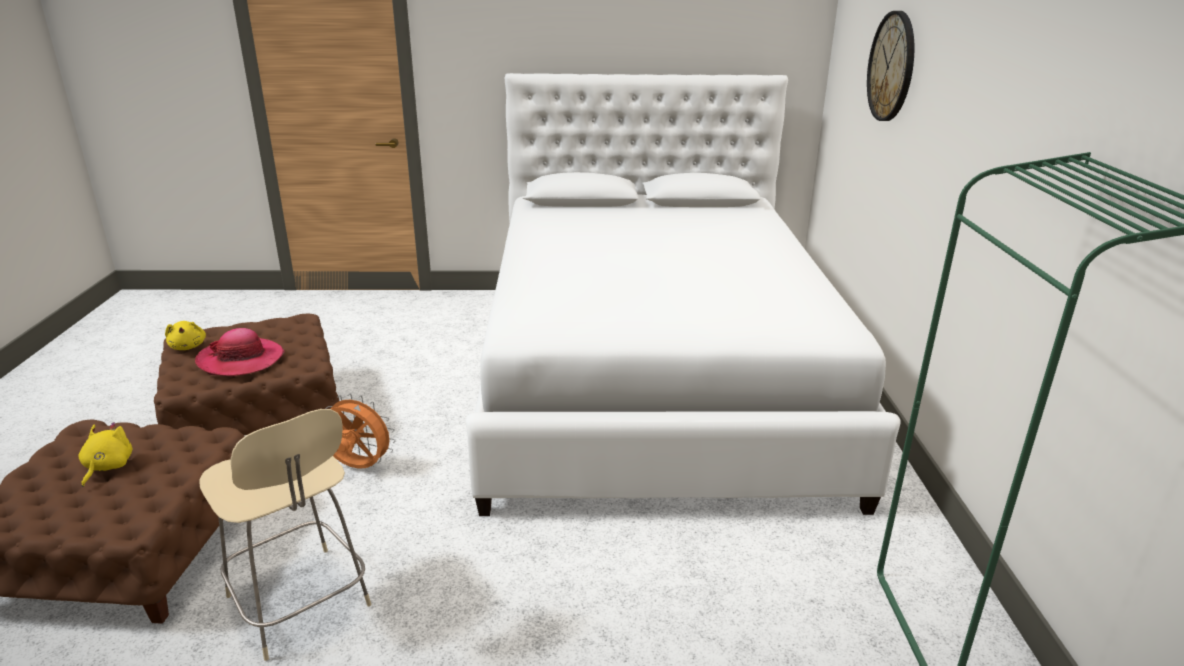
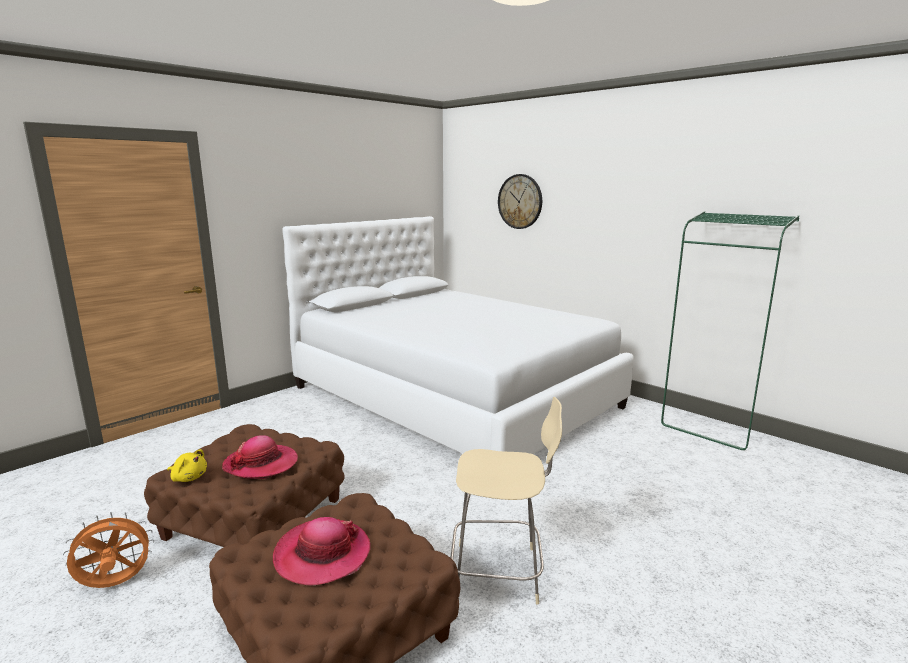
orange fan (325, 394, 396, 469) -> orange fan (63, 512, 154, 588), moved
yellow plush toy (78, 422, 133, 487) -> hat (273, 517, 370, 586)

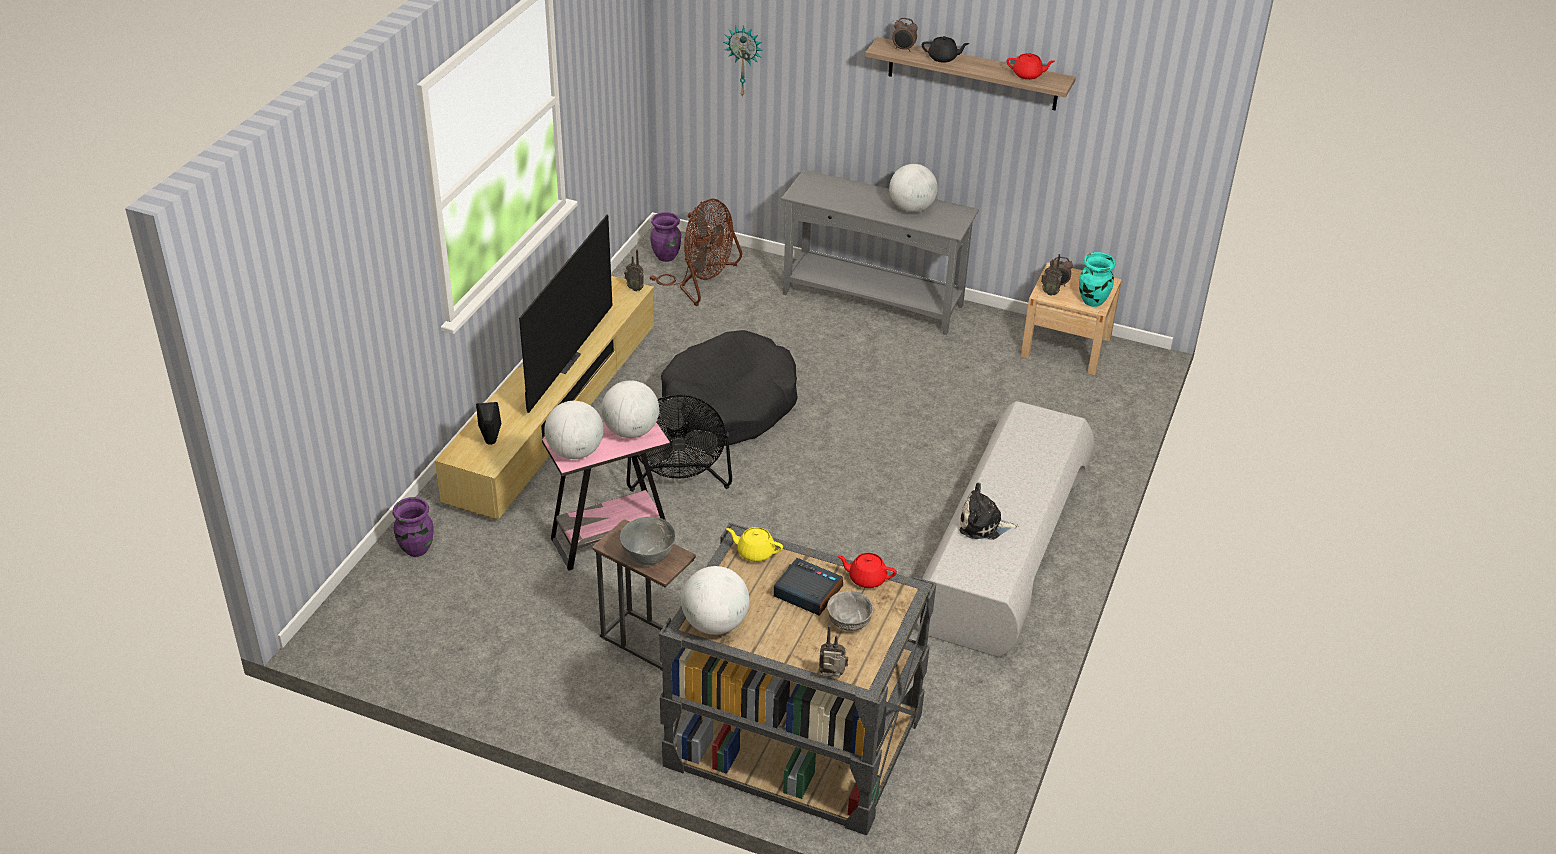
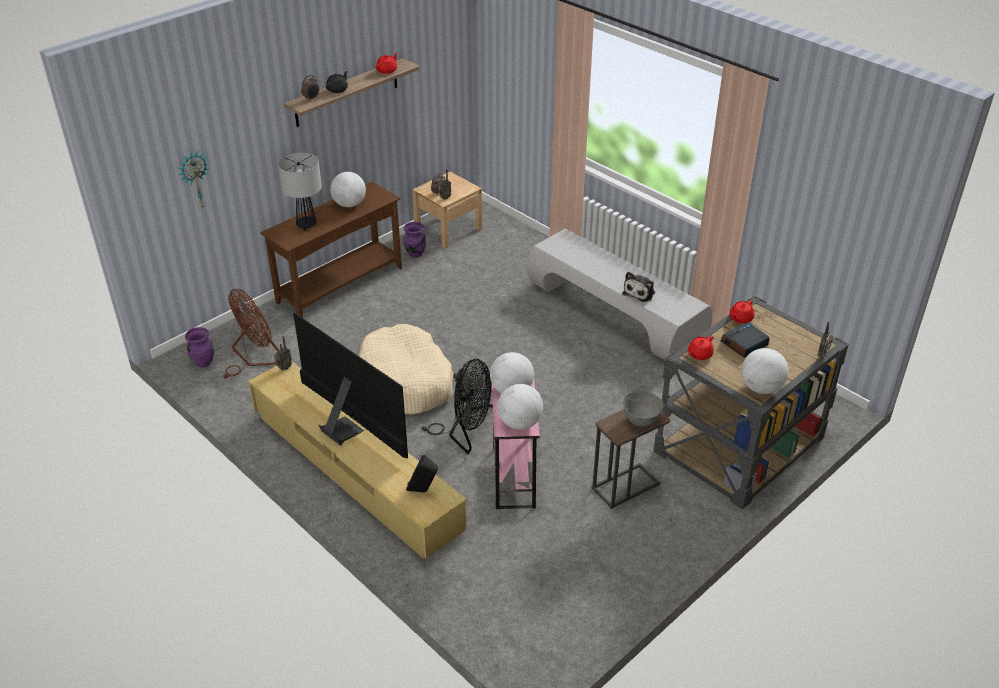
grey console table (781, 170, 979, 335) -> brown console table (260, 182, 402, 318)
none -> table lamp (278, 153, 322, 230)
black dog bed (661, 330, 798, 446) -> beige dog bed (359, 324, 453, 415)
purple vase (393, 497, 433, 557) -> purple vase (404, 222, 426, 258), moved
yellow teapot (726, 527, 783, 562) -> red teapot (688, 336, 714, 360)
grey bowl (827, 591, 873, 631) -> none
turquoise vase (1079, 252, 1116, 307) -> none

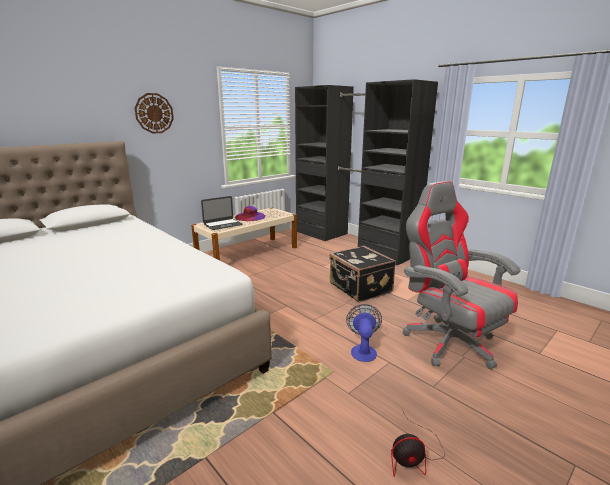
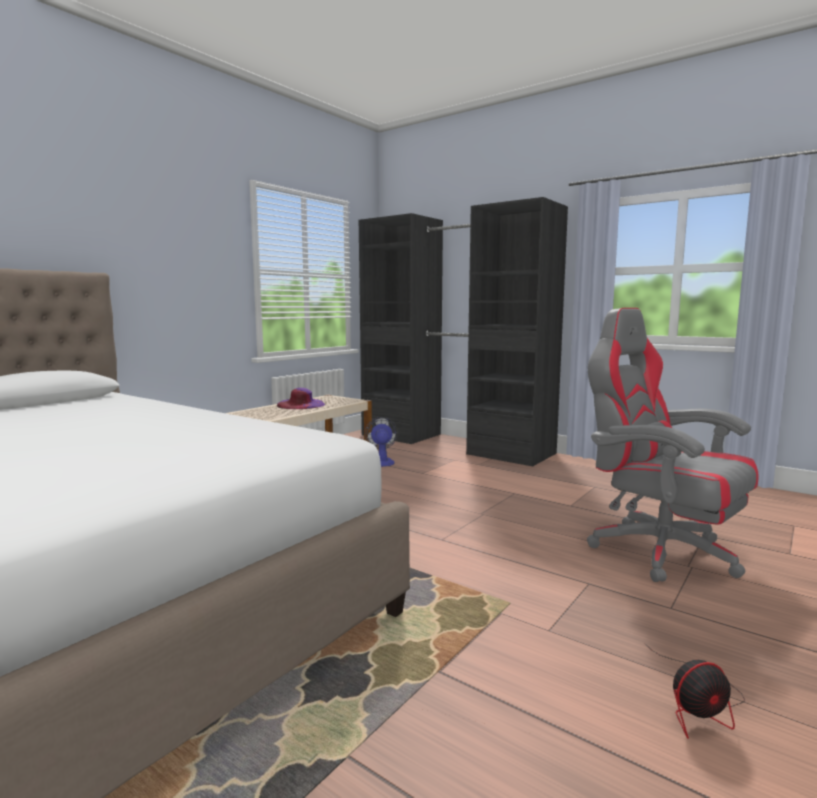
fan (346, 304, 382, 362) -> fan (365, 417, 398, 467), moved
wall clock (135, 93, 174, 134) -> none
laptop (201, 196, 243, 230) -> none
black suitcase (329, 246, 396, 302) -> none

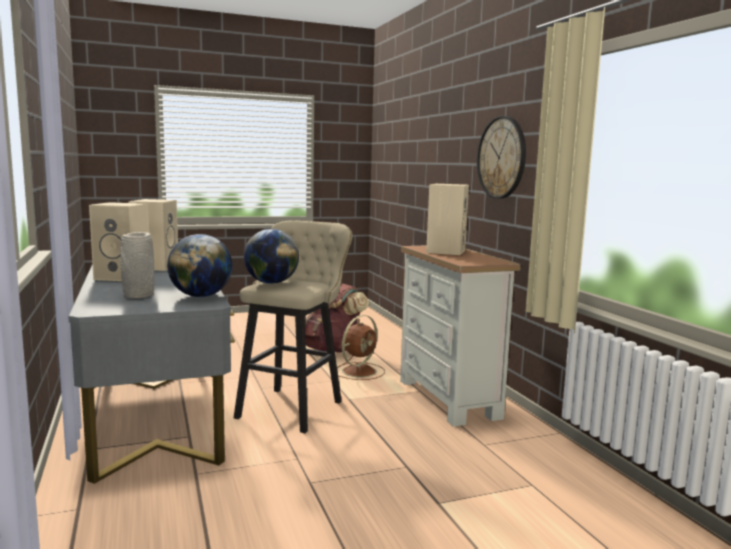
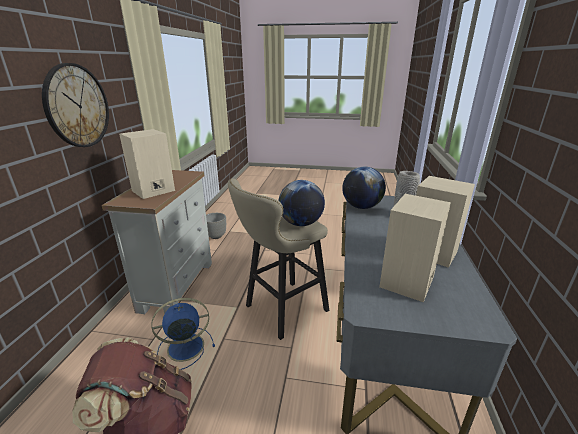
brown fan (337, 315, 385, 380) -> blue fan (151, 298, 215, 370)
none -> grey planter (206, 213, 226, 239)

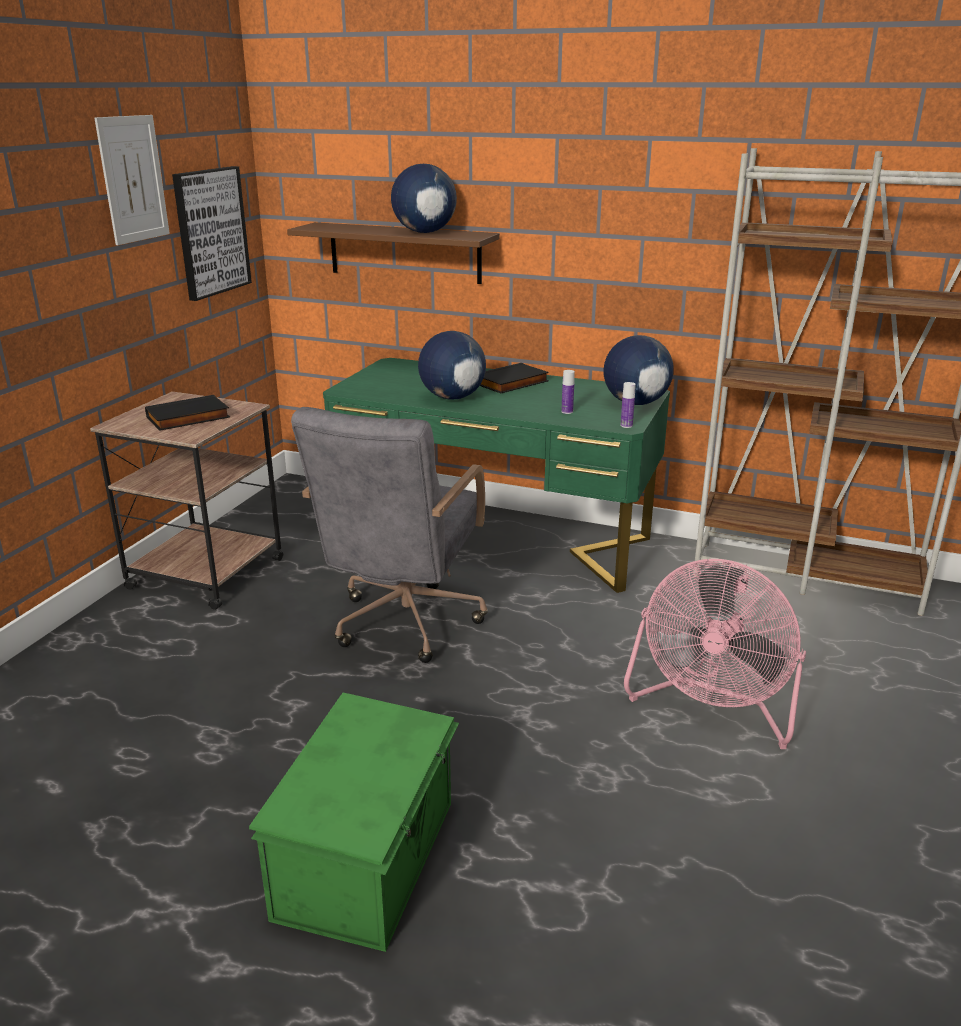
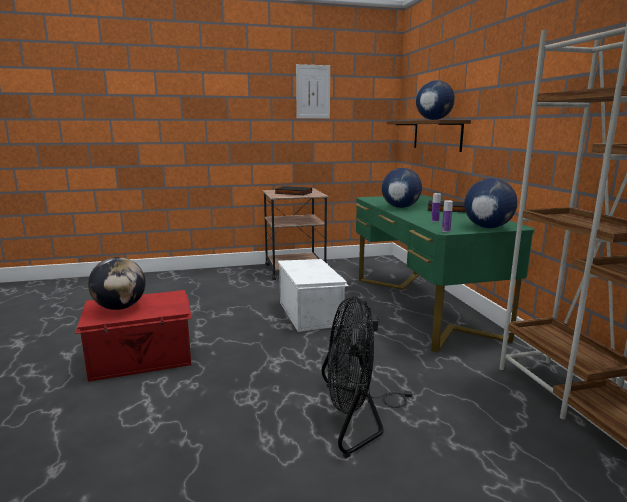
green storage box (249, 693, 459, 952) -> red storage box (75, 290, 192, 382)
none -> globe (88, 257, 146, 310)
grey office chair (291, 407, 488, 663) -> white storage box (278, 259, 349, 332)
pink fan (624, 559, 806, 749) -> black fan (322, 296, 414, 458)
picture (172, 166, 252, 301) -> none

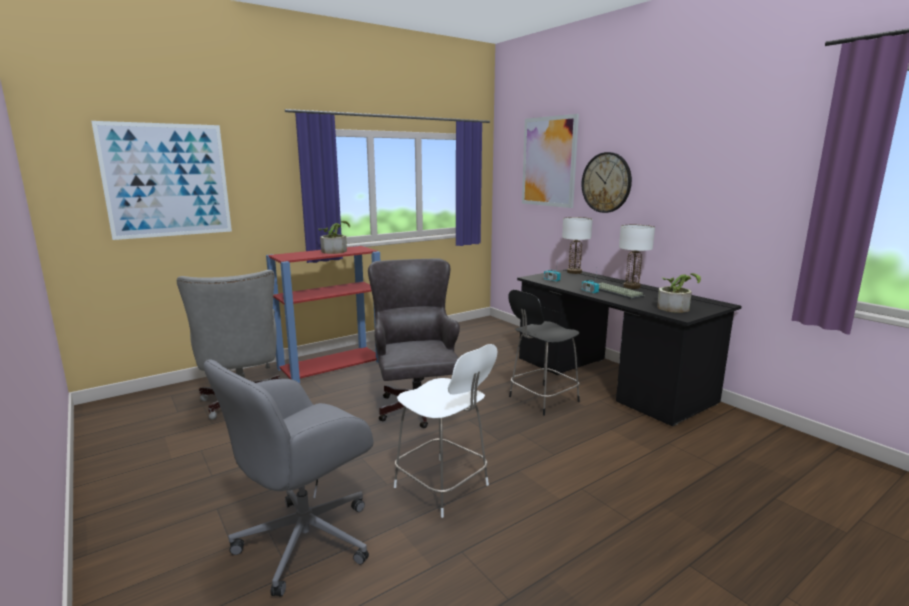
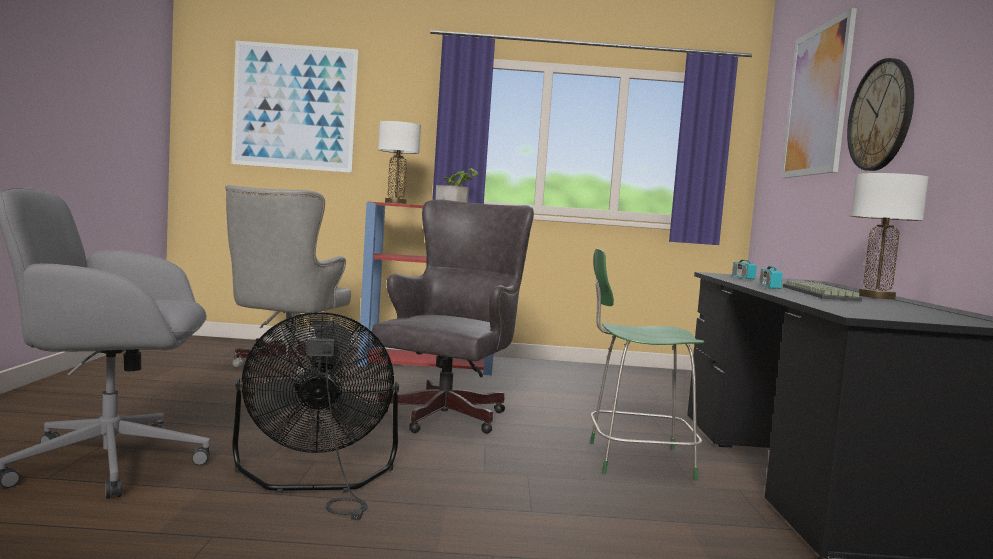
white chair (394, 344, 497, 518) -> black fan (232, 312, 399, 520)
table lamp (562, 217, 593, 274) -> table lamp (378, 121, 421, 204), moved
black chair (508, 290, 580, 416) -> green chair (590, 248, 704, 480)
potted plant (657, 273, 701, 313) -> none

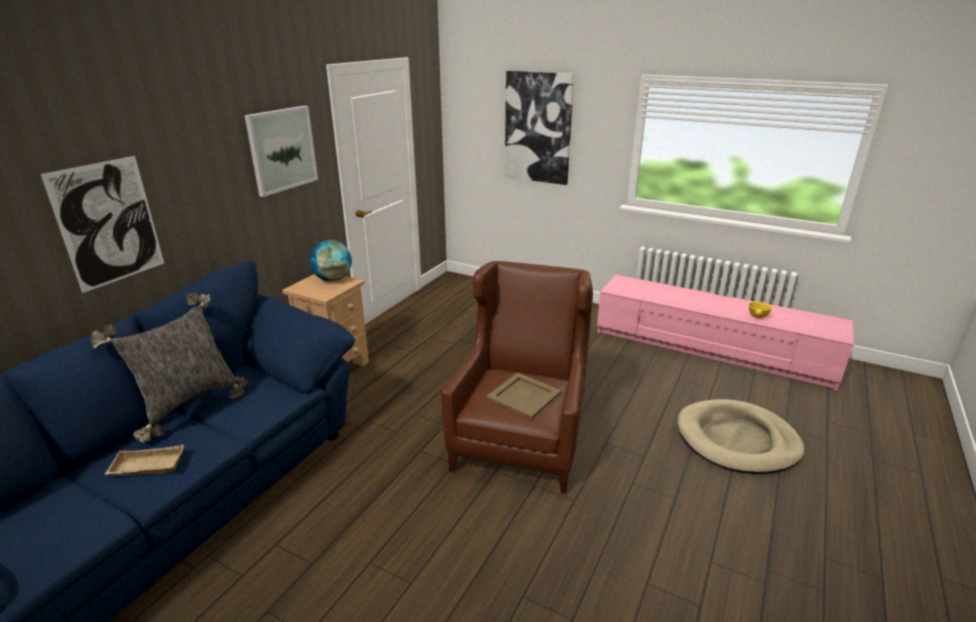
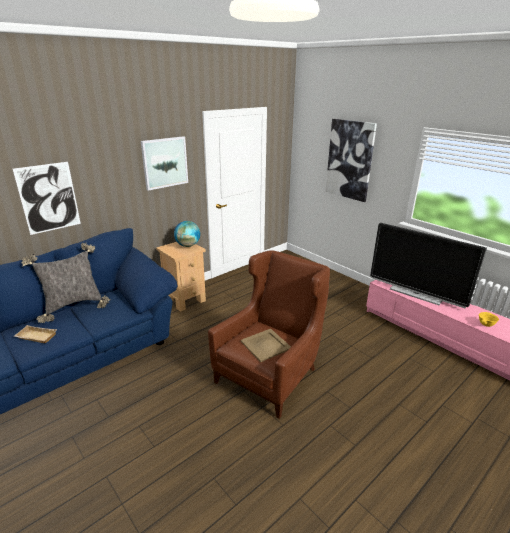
none -> television (370, 223, 487, 308)
beige dog bed (677, 399, 805, 474) -> none

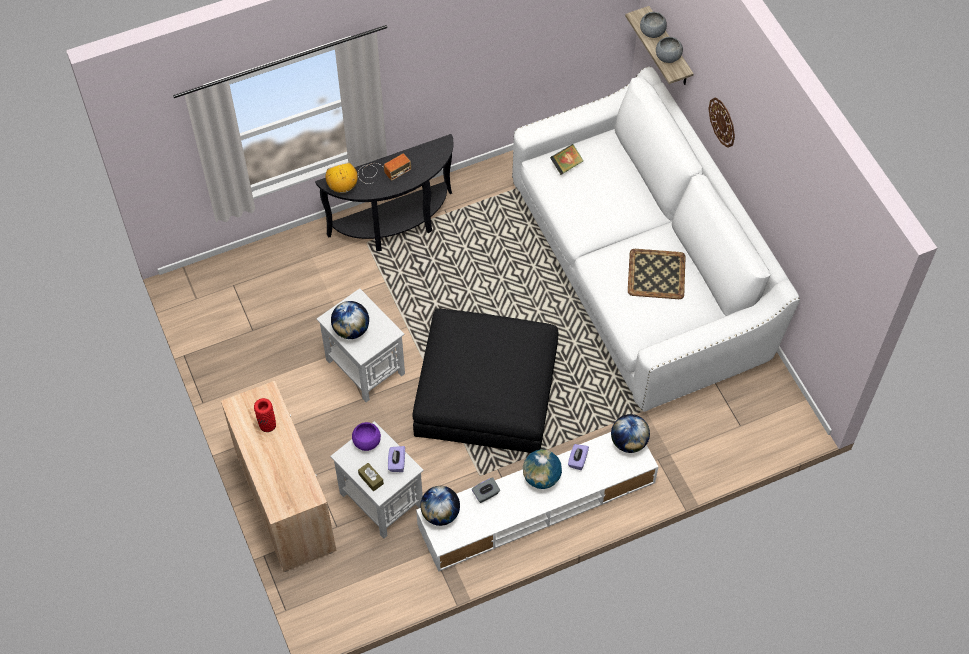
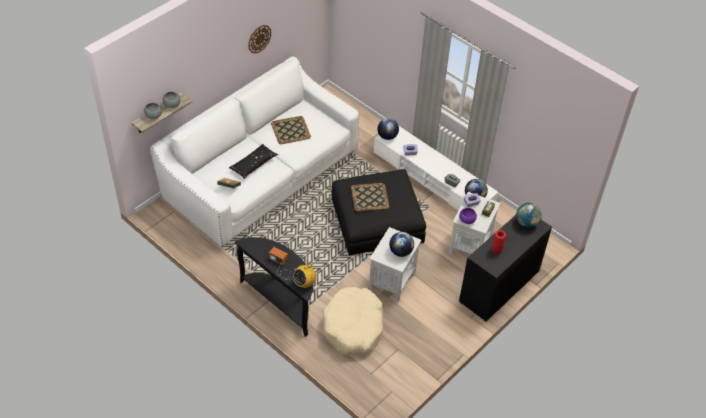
none -> black pillow (229, 144, 278, 179)
wall clock (709, 97, 735, 148) -> wall clock (248, 25, 271, 53), moved
none -> beige dog bed (322, 287, 383, 355)
none -> tray (351, 183, 389, 211)
beige cabinet (221, 381, 336, 572) -> black cabinet (459, 215, 552, 322)
globe (523, 450, 562, 489) -> globe (516, 203, 541, 227), moved

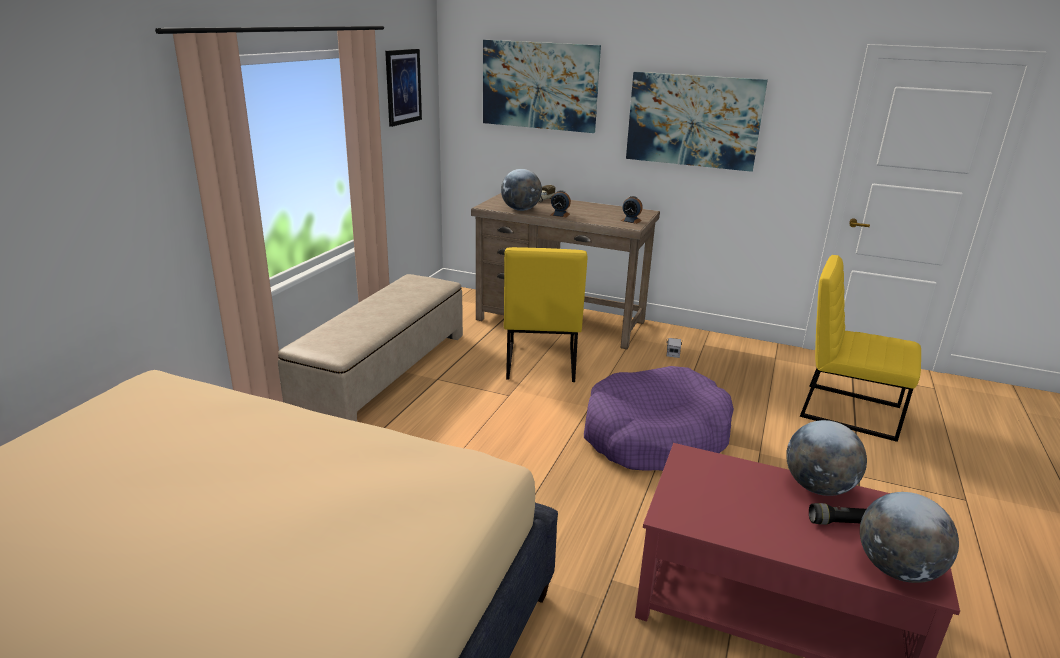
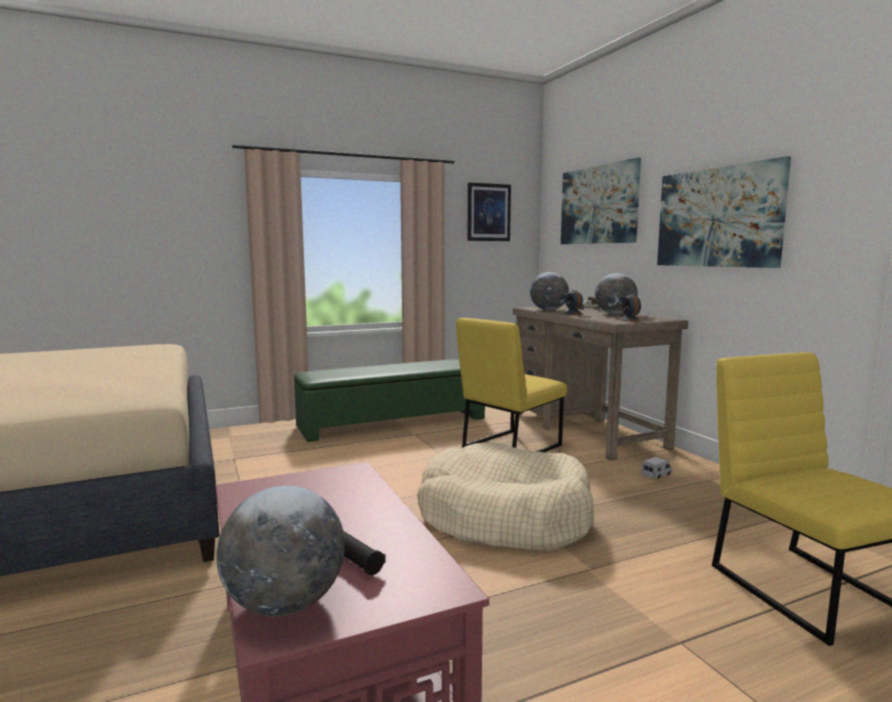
beige bench (278, 274, 463, 422) -> green bench (294, 359, 485, 442)
purple dog bed (584, 366, 734, 471) -> beige dog bed (417, 442, 594, 551)
globe (786, 420, 867, 496) -> globe (595, 273, 638, 314), moved

